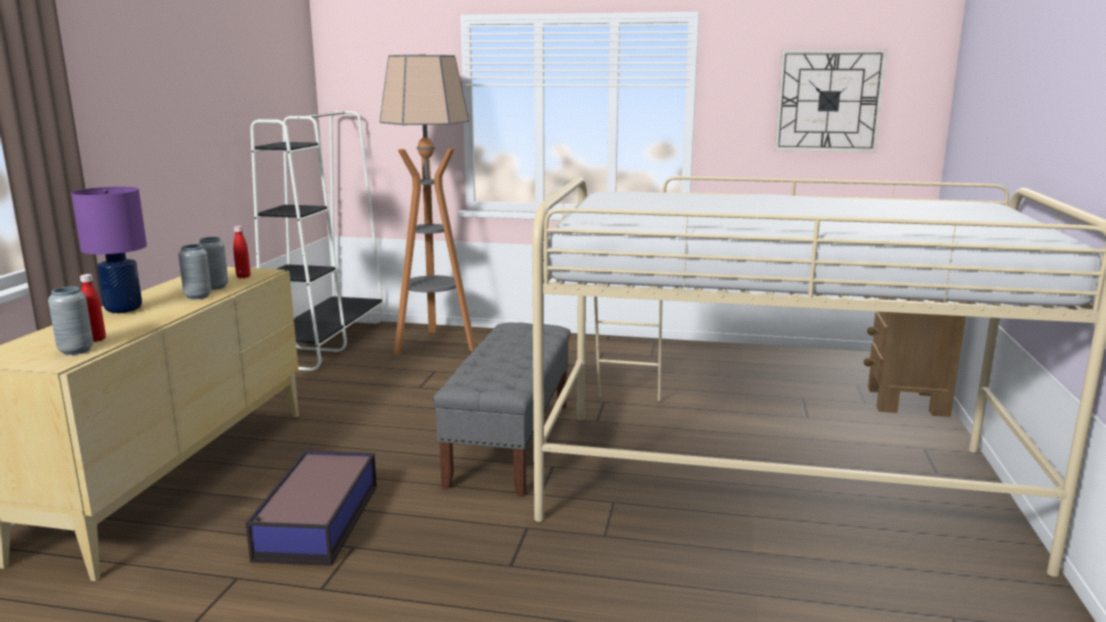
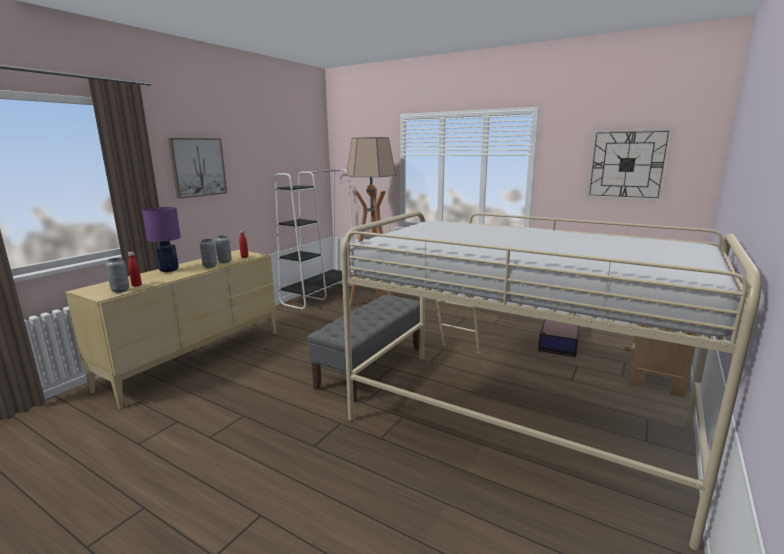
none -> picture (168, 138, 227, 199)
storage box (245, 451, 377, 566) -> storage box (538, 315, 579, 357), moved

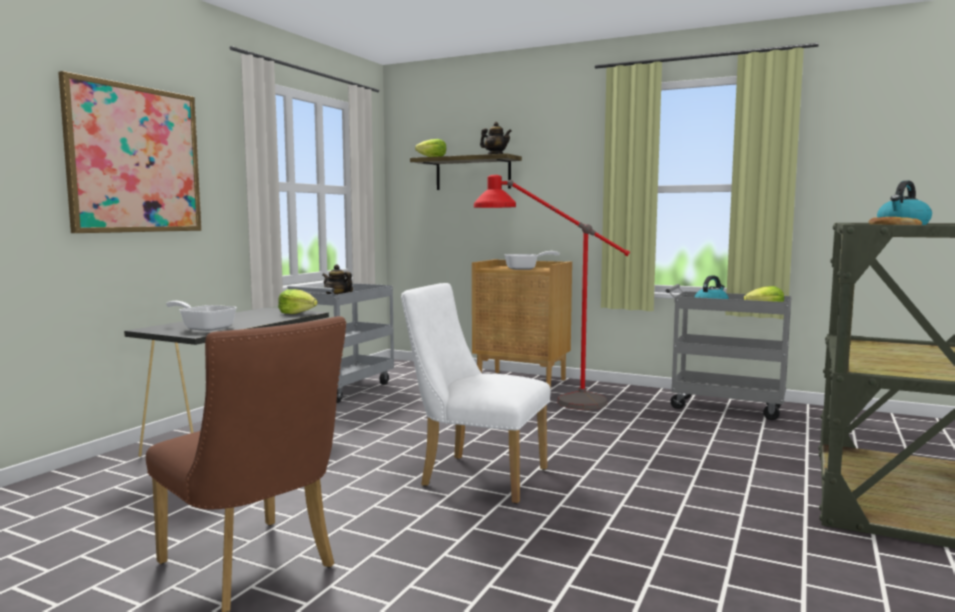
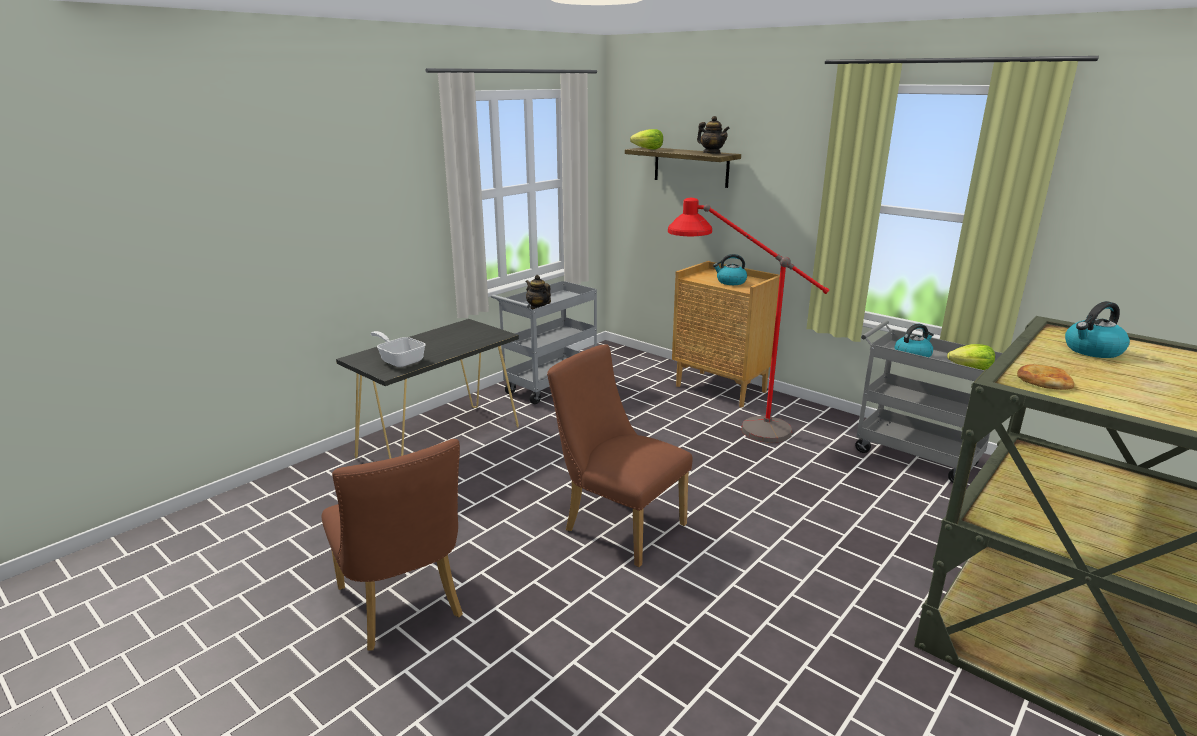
white chair (401, 283, 551, 504) -> brown chair (547, 344, 692, 567)
frying pan (504, 251, 560, 270) -> kettle (713, 254, 747, 285)
picture (58, 71, 202, 233) -> none
lettuce (278, 289, 318, 314) -> none

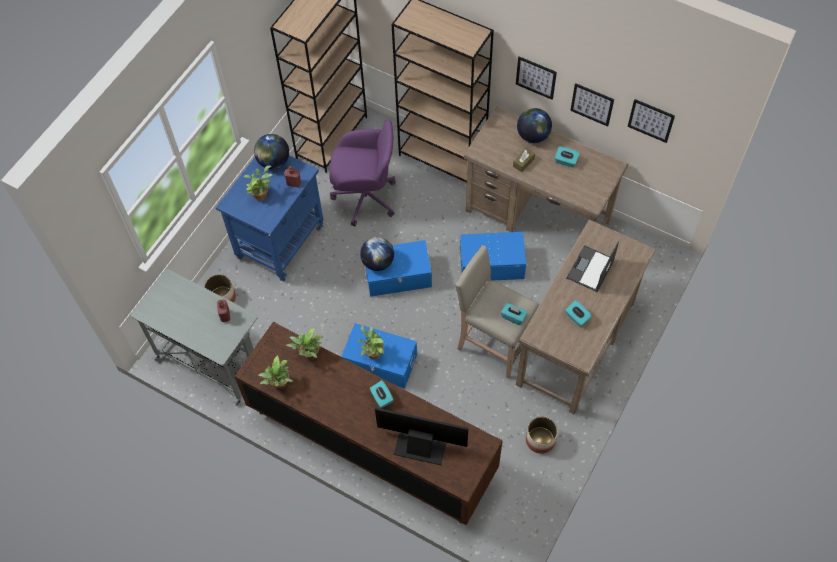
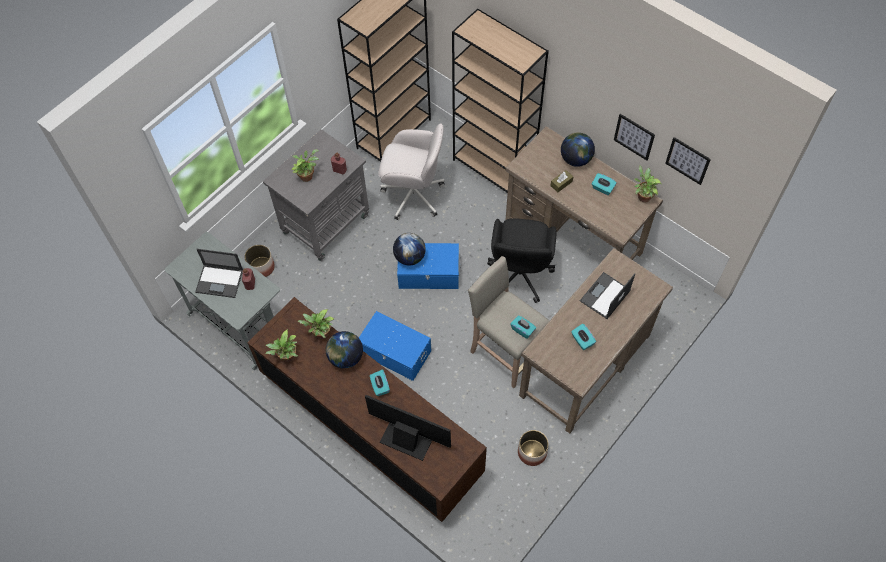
none -> laptop (195, 249, 243, 298)
blue cart (216, 155, 324, 281) -> grey cart (263, 129, 369, 261)
globe (254, 134, 289, 169) -> globe (326, 331, 363, 369), moved
purple office chair (330, 119, 396, 226) -> white office chair (378, 123, 445, 220)
blue storage box (459, 232, 526, 281) -> black office chair (487, 218, 557, 303)
potted plant (358, 325, 385, 360) -> potted plant (634, 166, 661, 203), moved
picture (516, 56, 557, 100) -> none

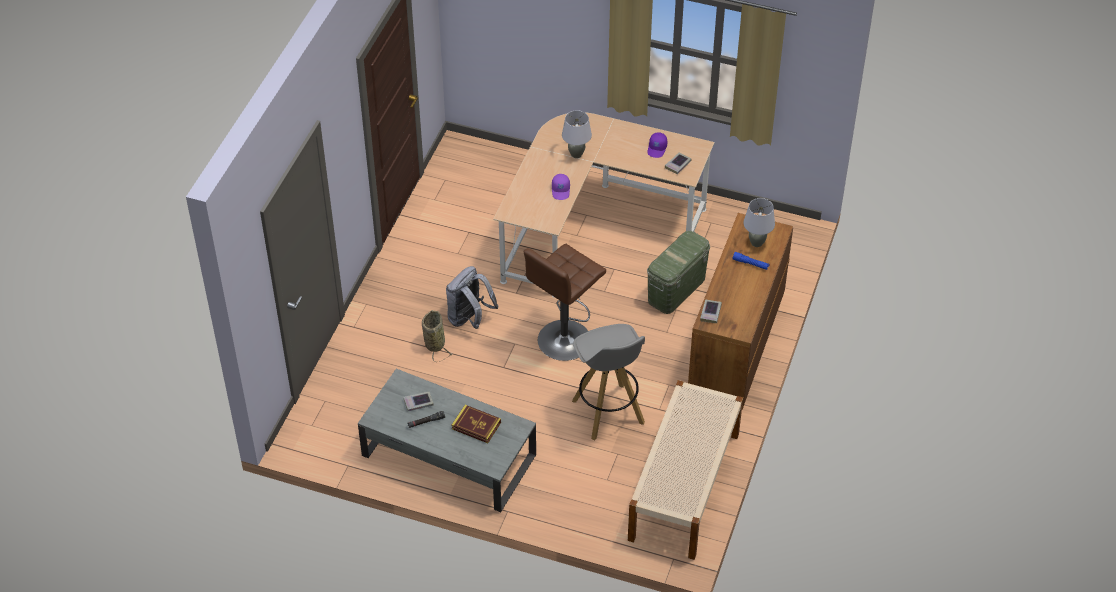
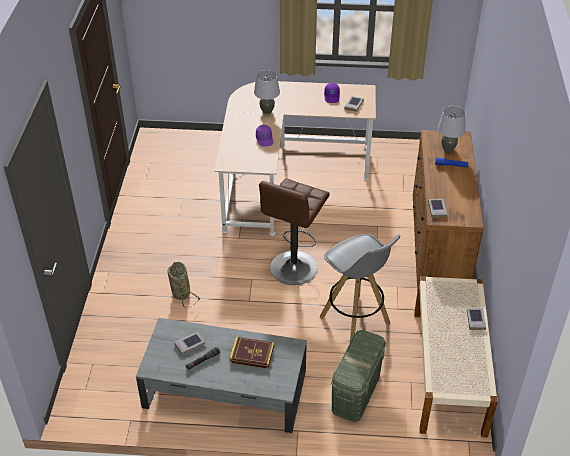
green storage box (647, 231, 710, 314) -> green storage box (331, 330, 386, 422), moved
none -> book (467, 308, 486, 330)
grey backpack (446, 266, 499, 329) -> none

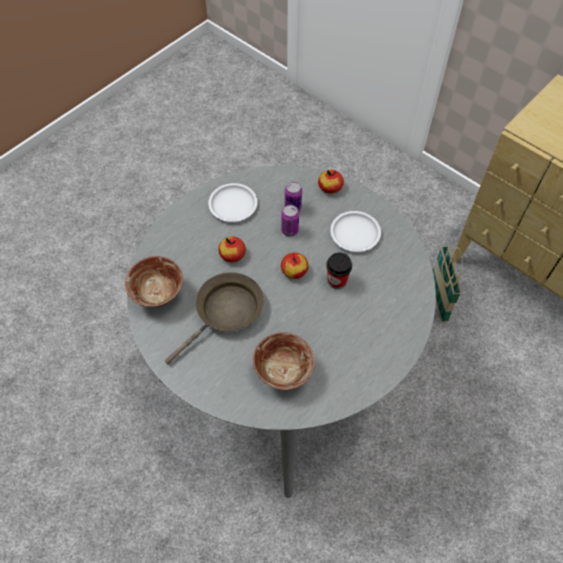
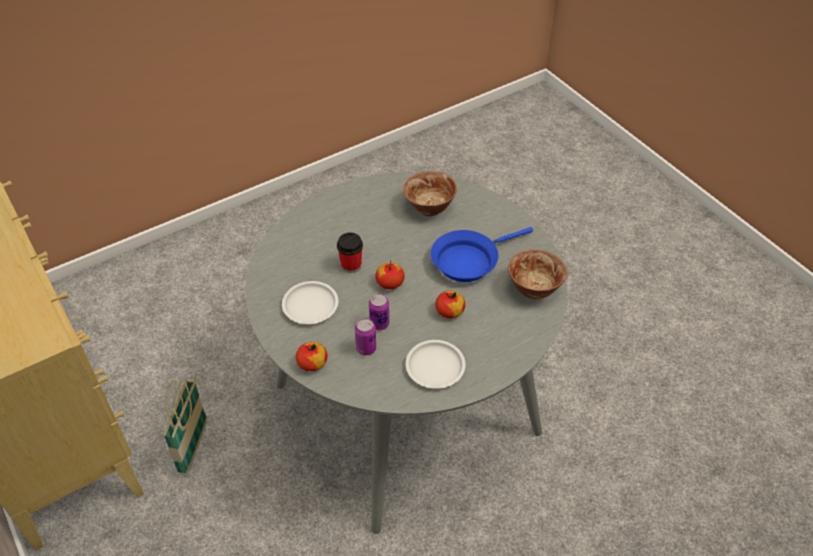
brown frying pan (165, 272, 264, 364) -> blue frying pan (431, 227, 533, 282)

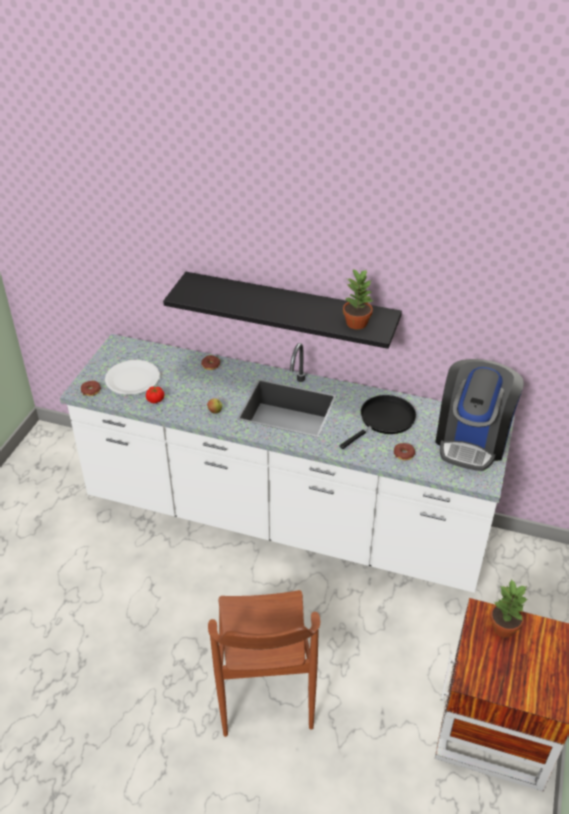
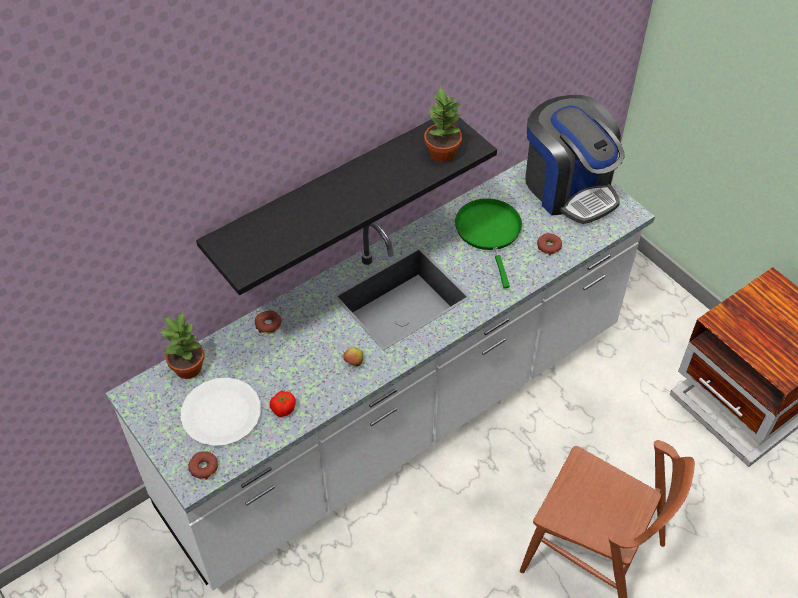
potted plant (490, 579, 528, 637) -> potted plant (159, 313, 204, 379), moved
black frying pan (340, 395, 416, 449) -> green frying pan (455, 198, 522, 288)

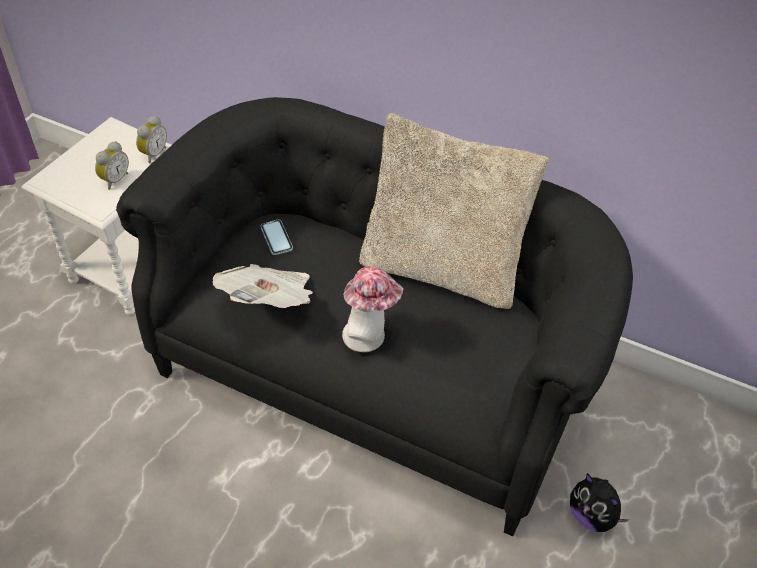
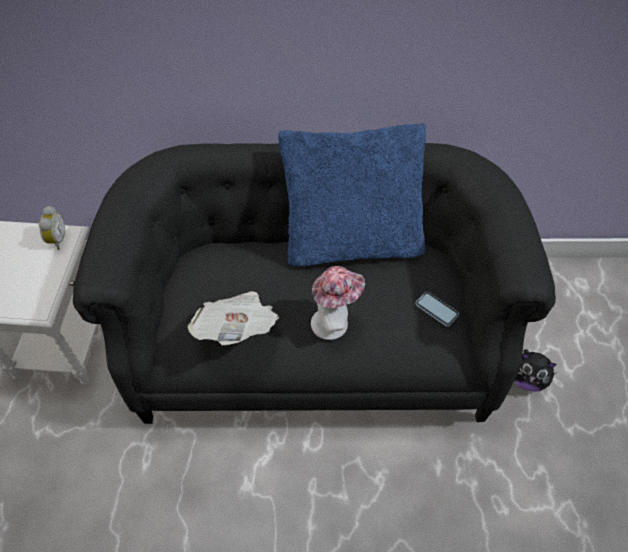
beige pillow (359, 113, 549, 309) -> blue pillow (278, 123, 426, 266)
phone (260, 220, 293, 255) -> phone (415, 292, 459, 327), moved
alarm clock (95, 141, 129, 190) -> none

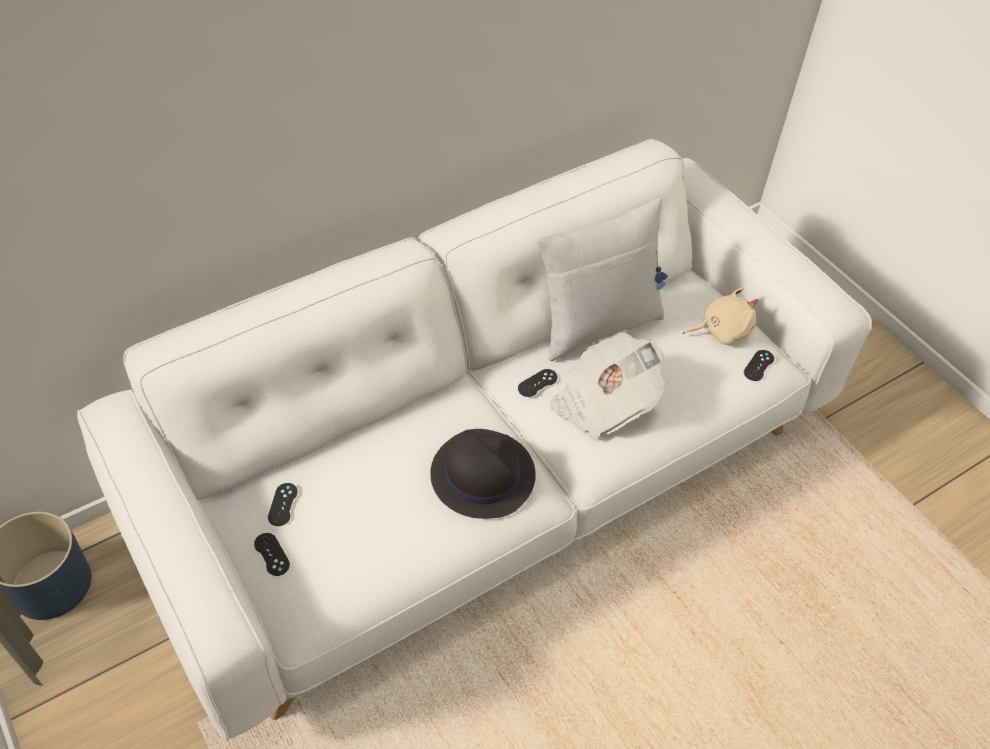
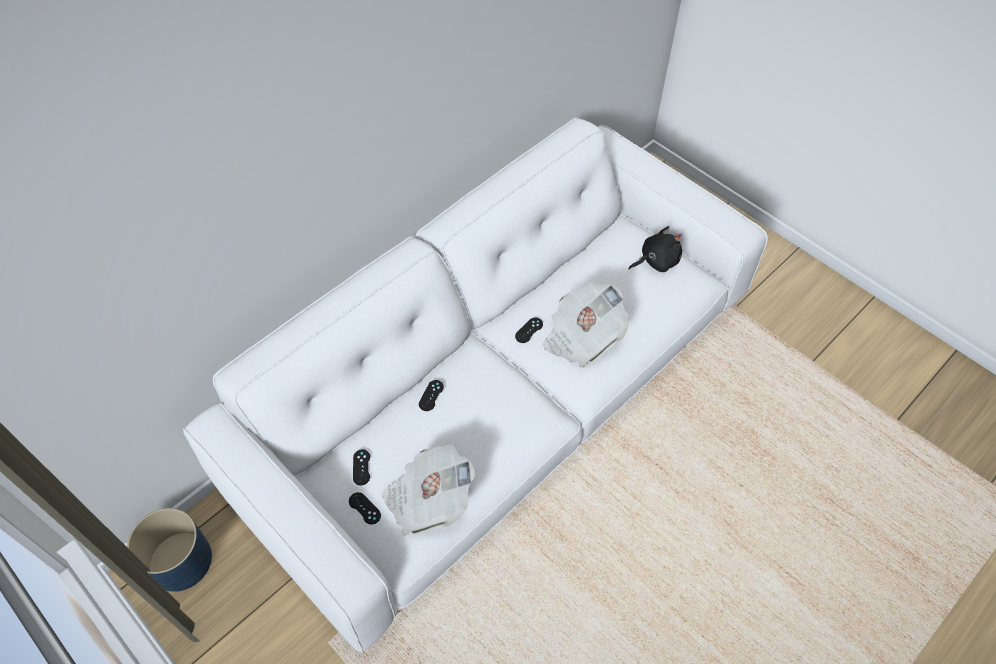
none -> newspaper (382, 445, 475, 536)
black game controller (744, 350, 774, 381) -> black game controller (419, 380, 444, 411), moved
beige plush toy (683, 287, 758, 345) -> black plush toy (629, 226, 682, 272)
black hat (430, 429, 536, 519) -> none
grey pillow (537, 197, 668, 361) -> none

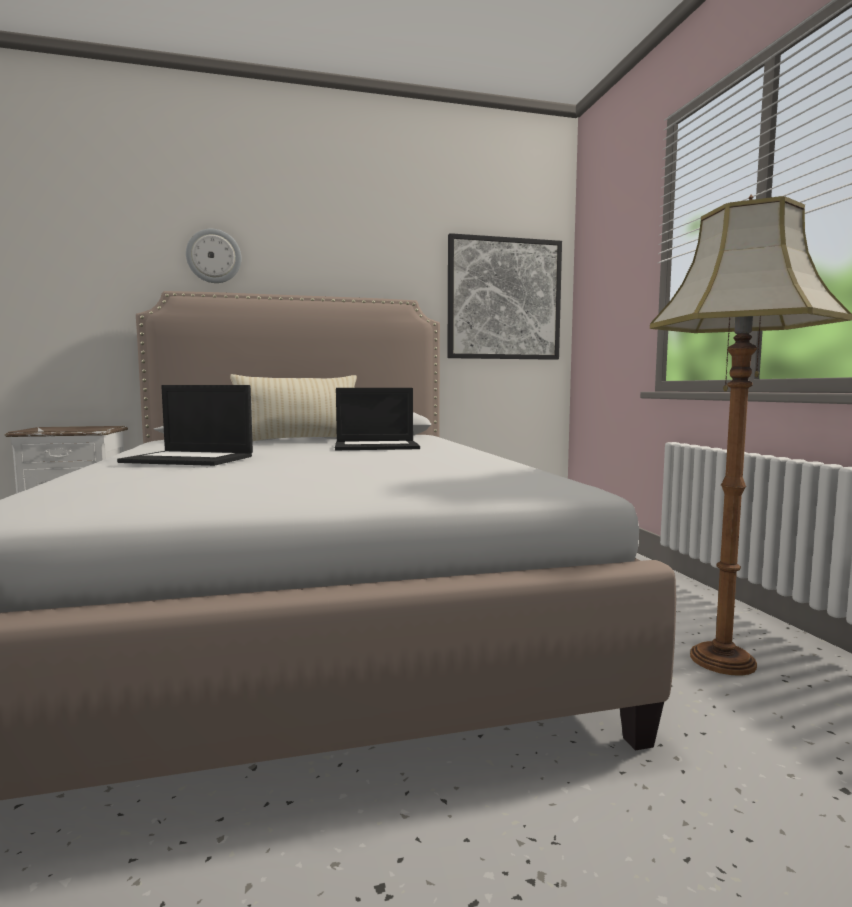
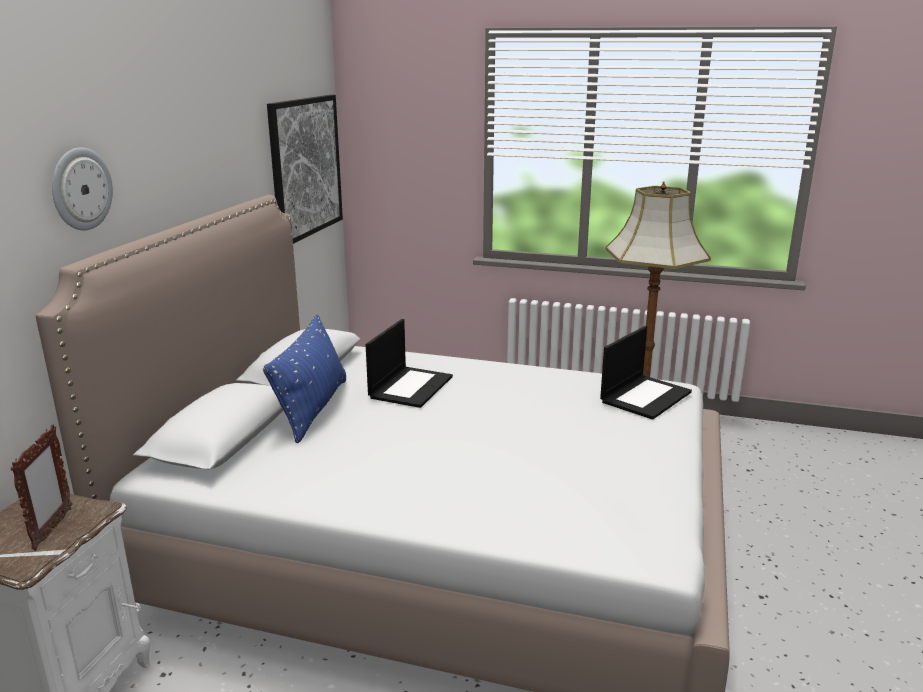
none -> picture frame (10, 424, 72, 551)
beige pillow (230, 374, 357, 442) -> blue pillow (263, 314, 346, 443)
laptop (117, 385, 253, 466) -> laptop (600, 326, 692, 420), moved

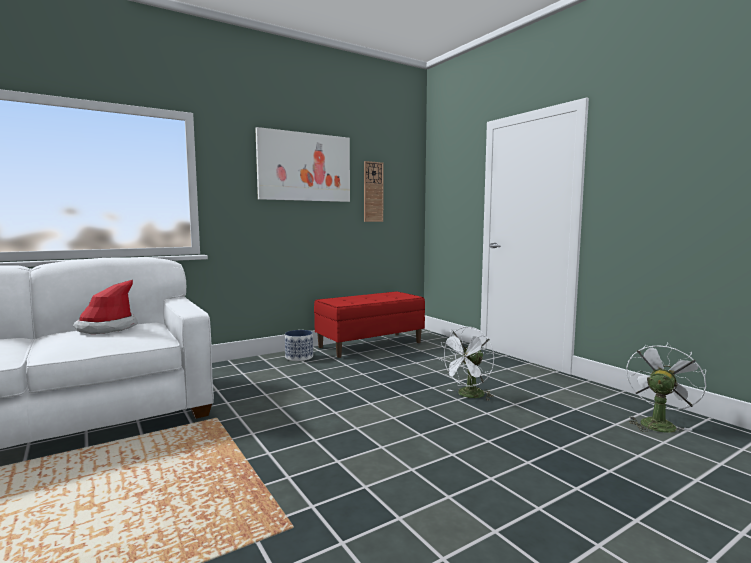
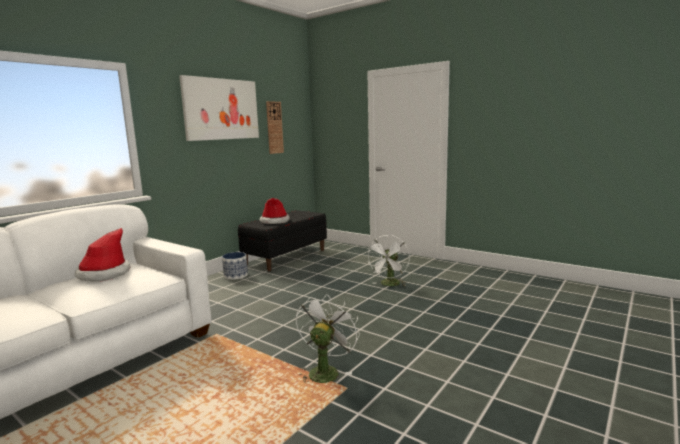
red bench (314, 291, 425, 358) -> black bench (238, 210, 327, 271)
none -> hat (260, 198, 290, 224)
white fan (626, 342, 706, 433) -> white fan (296, 294, 360, 383), moved

